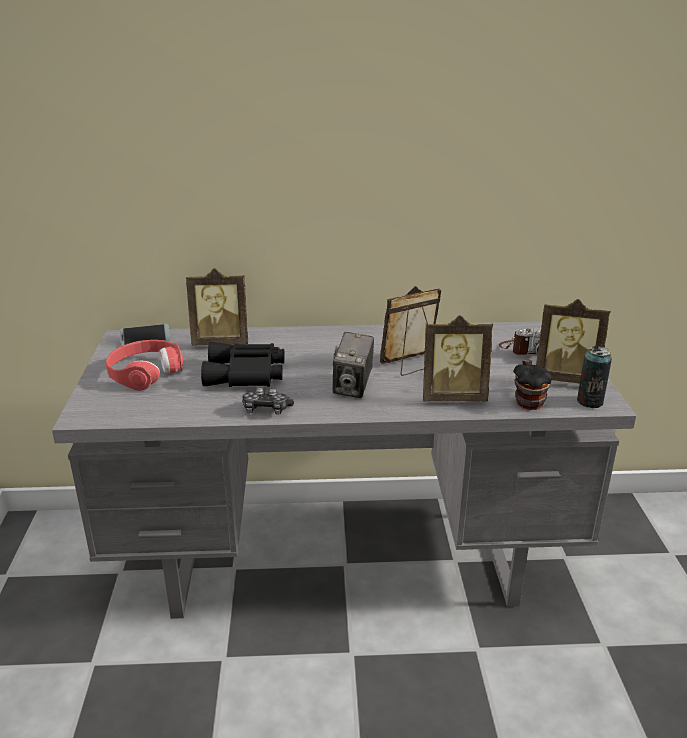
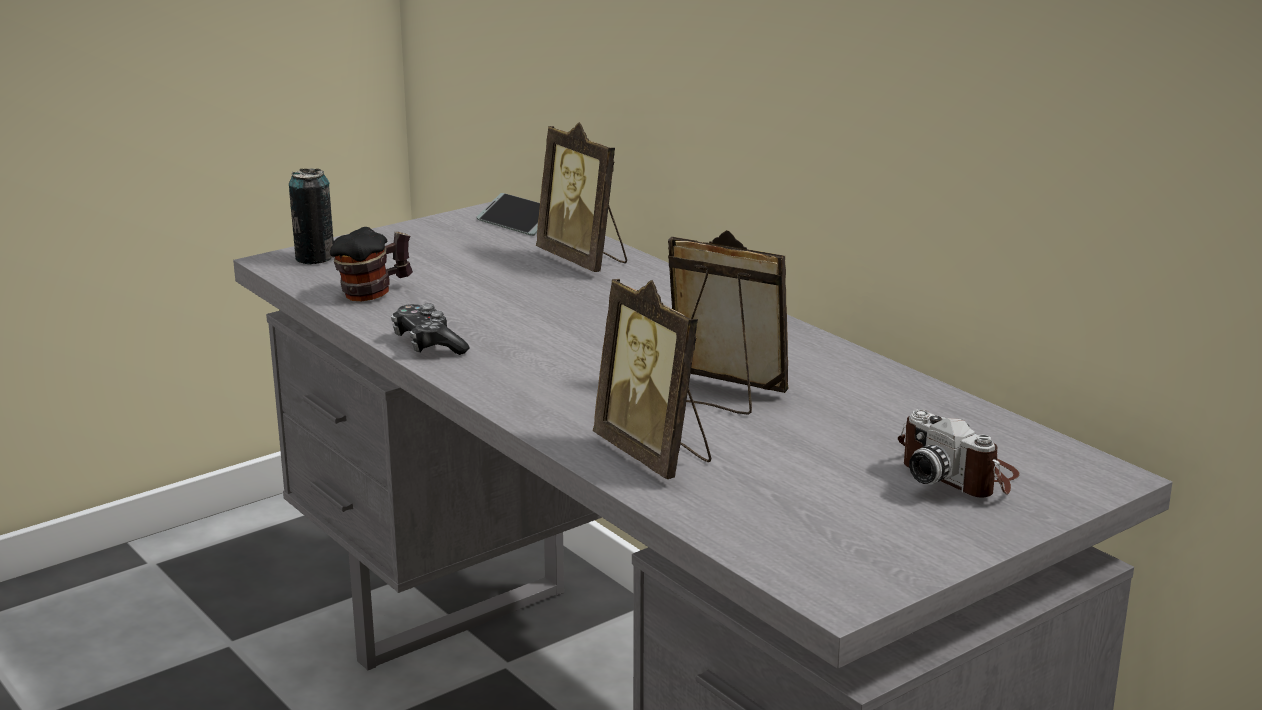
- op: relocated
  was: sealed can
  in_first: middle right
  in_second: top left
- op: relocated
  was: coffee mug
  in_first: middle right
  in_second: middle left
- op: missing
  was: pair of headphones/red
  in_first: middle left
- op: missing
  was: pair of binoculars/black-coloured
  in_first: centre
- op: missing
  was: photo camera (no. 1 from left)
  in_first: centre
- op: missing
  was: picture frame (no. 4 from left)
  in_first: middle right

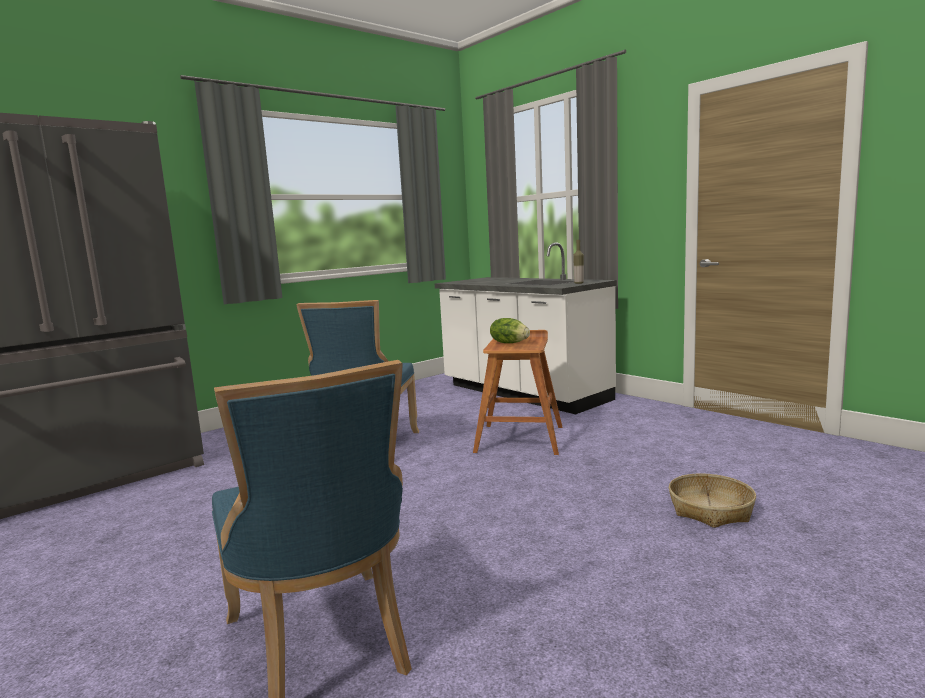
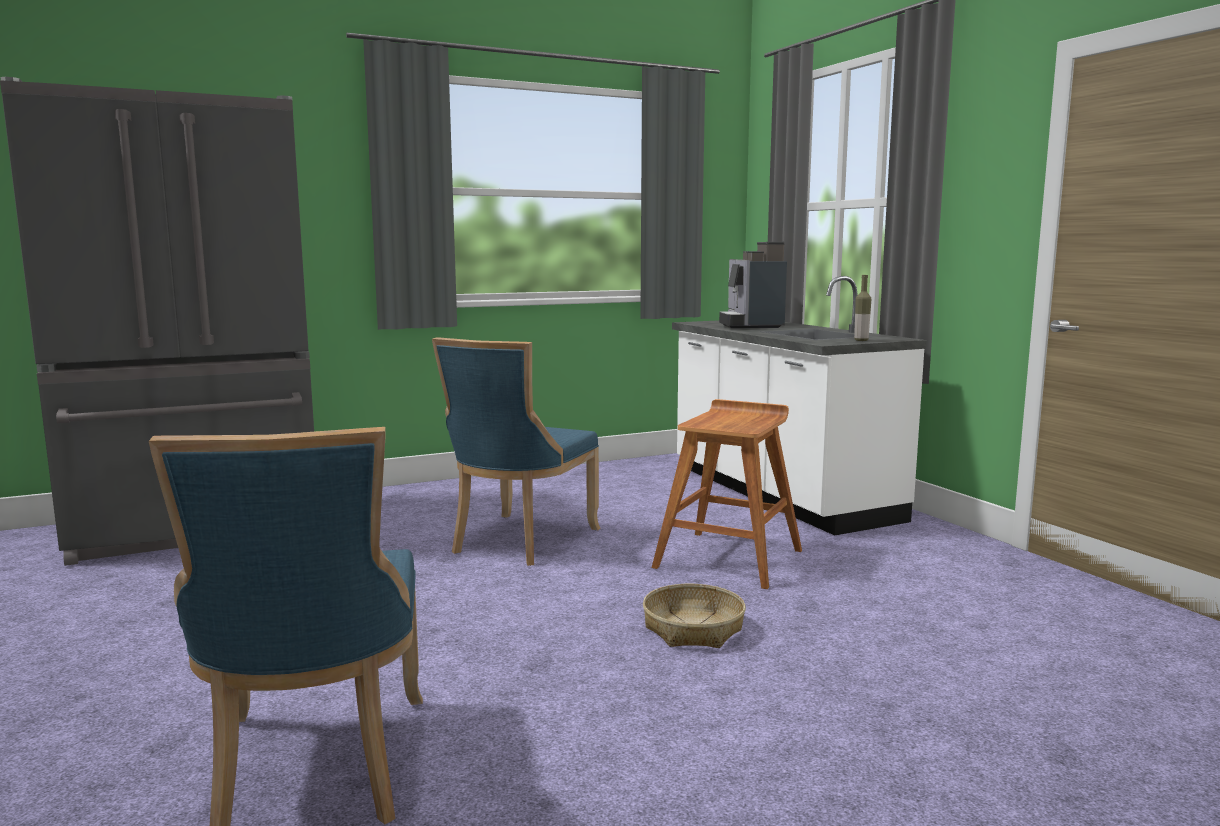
- op: relocated
  was: basket
  in_first: bottom right
  in_second: bottom centre
- op: appeared
  now: coffee machine
  in_second: centre
- op: missing
  was: head of lettuce
  in_first: centre

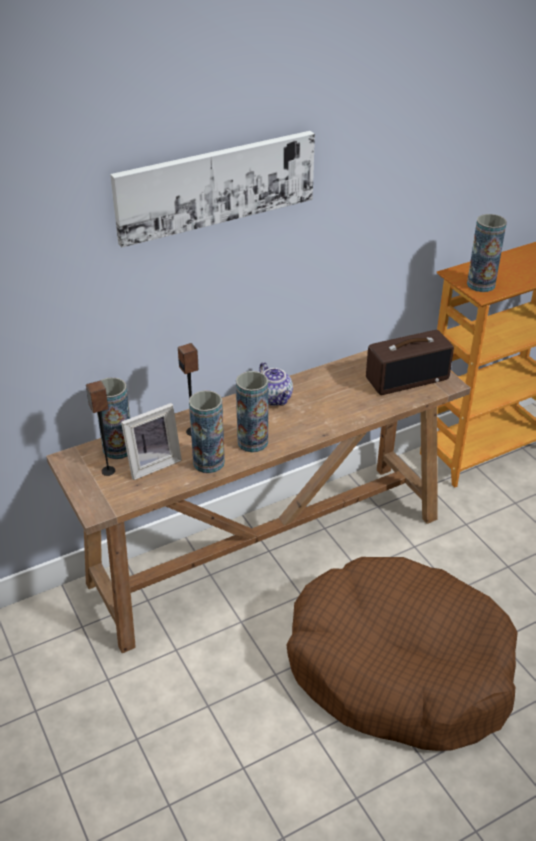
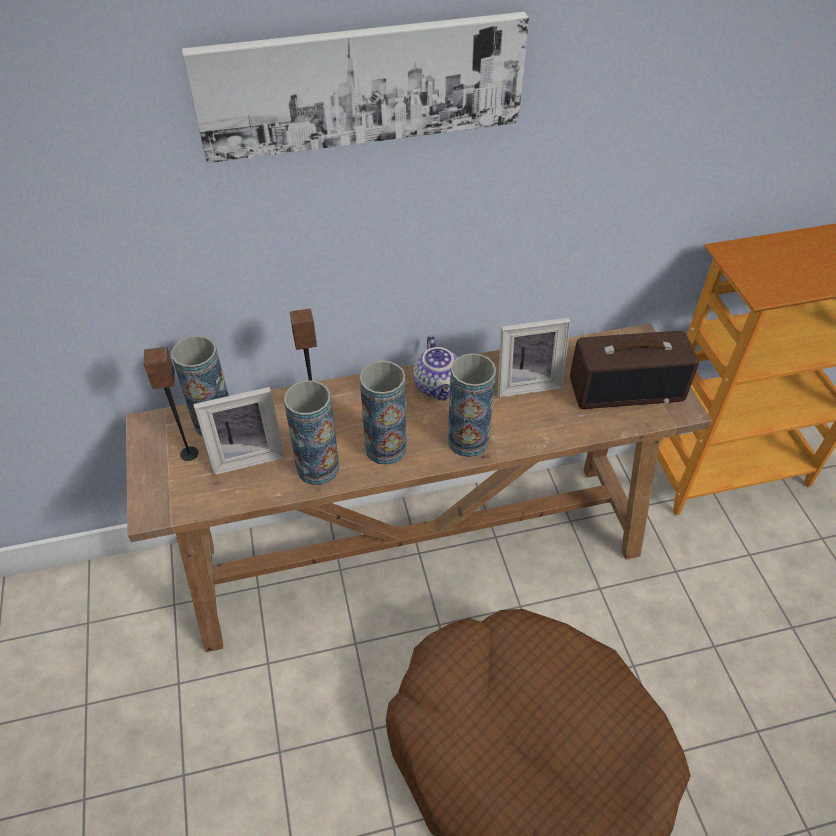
- op: relocated
  was: vase (no. 4 from left)
  in_first: top right
  in_second: centre
- op: appeared
  now: picture frame (no. 2 from left)
  in_second: centre

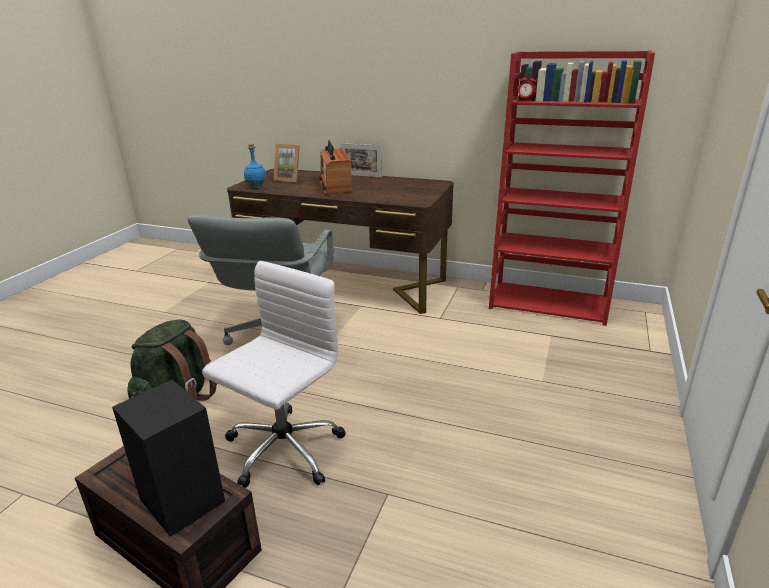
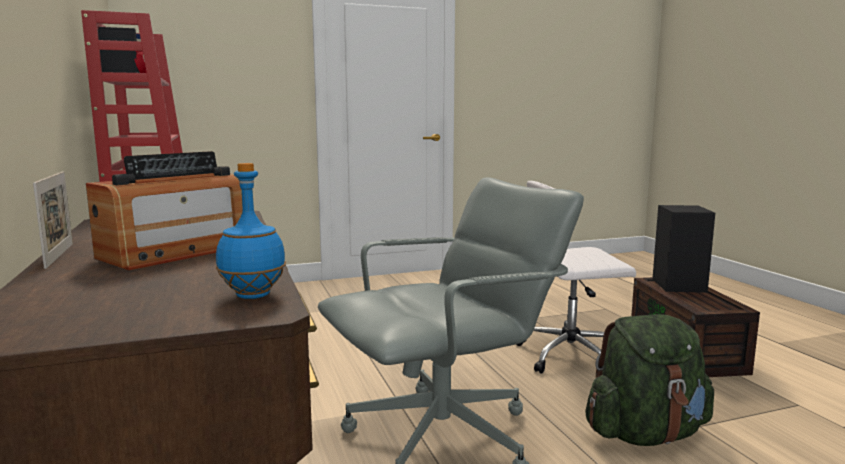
- op: missing
  was: picture frame (no. 1 from left)
  in_first: top centre

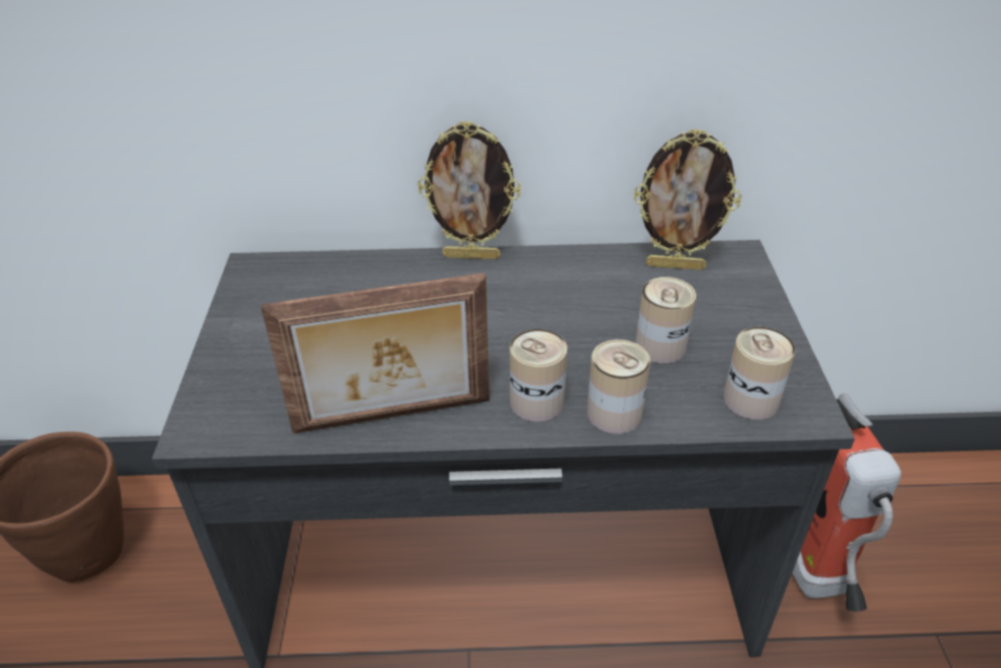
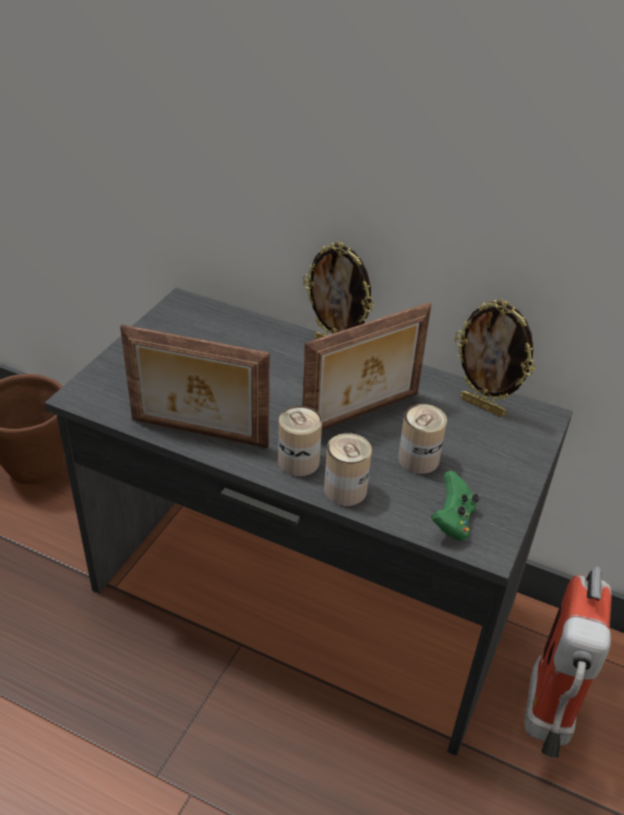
- op: appeared
  now: picture frame (no. 3 from left)
  in_second: centre
- op: exchanged
  was: sealed can (no. 4 from left)
  now: joypad/green
  in_first: middle right
  in_second: middle right

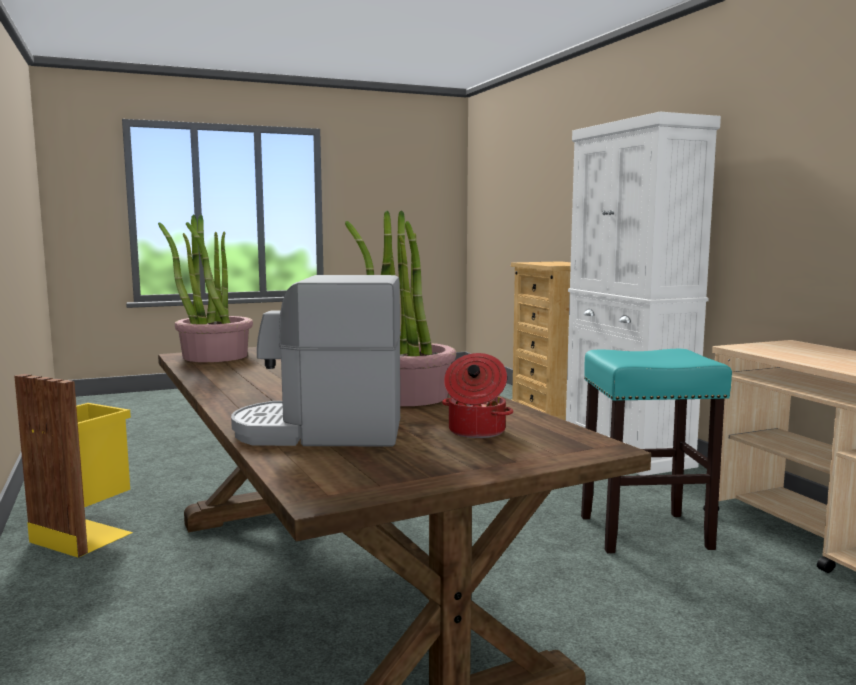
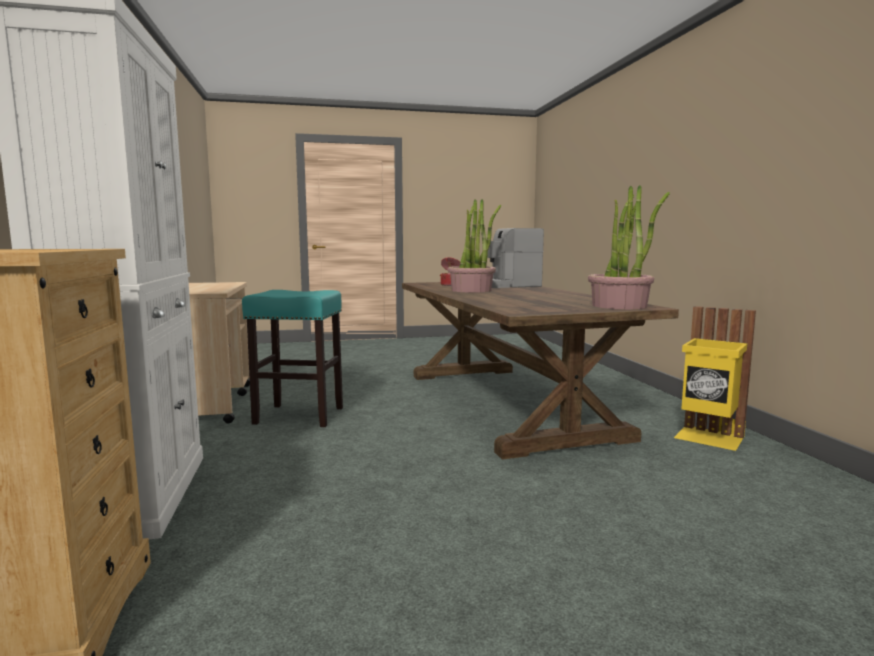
- op: spun
  was: coffee machine
  in_first: centre
  in_second: centre
  clockwise: 150

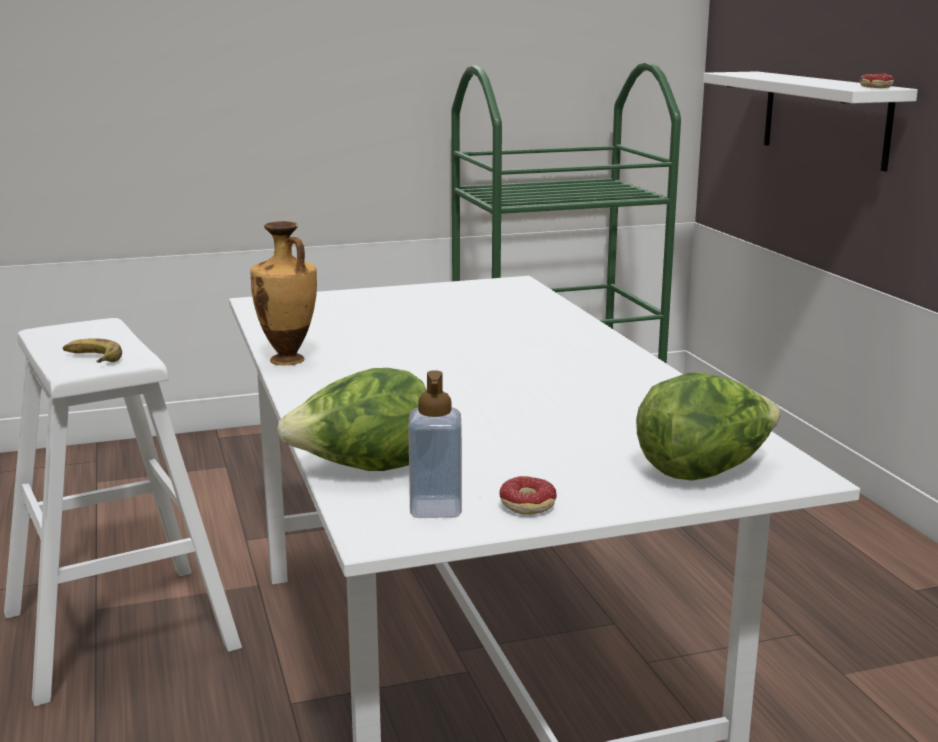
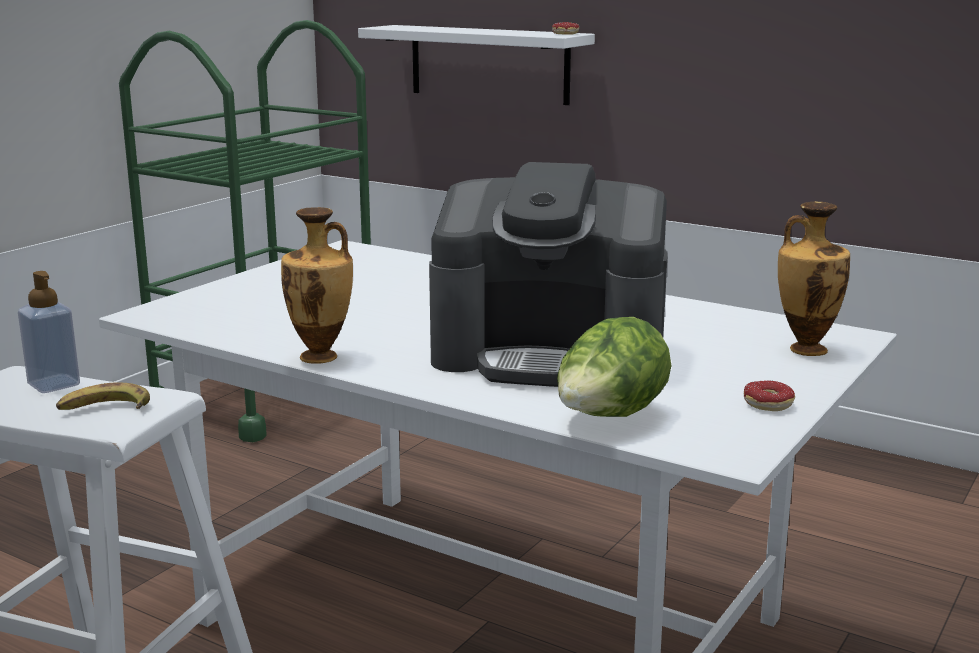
- op: relocated
  was: liquid soap bottle
  in_first: centre
  in_second: middle left
- op: appeared
  now: coffee machine
  in_second: centre
- op: exchanged
  was: head of lettuce (no. 2 from left)
  now: vase (no. 2 from left)
  in_first: middle right
  in_second: middle right

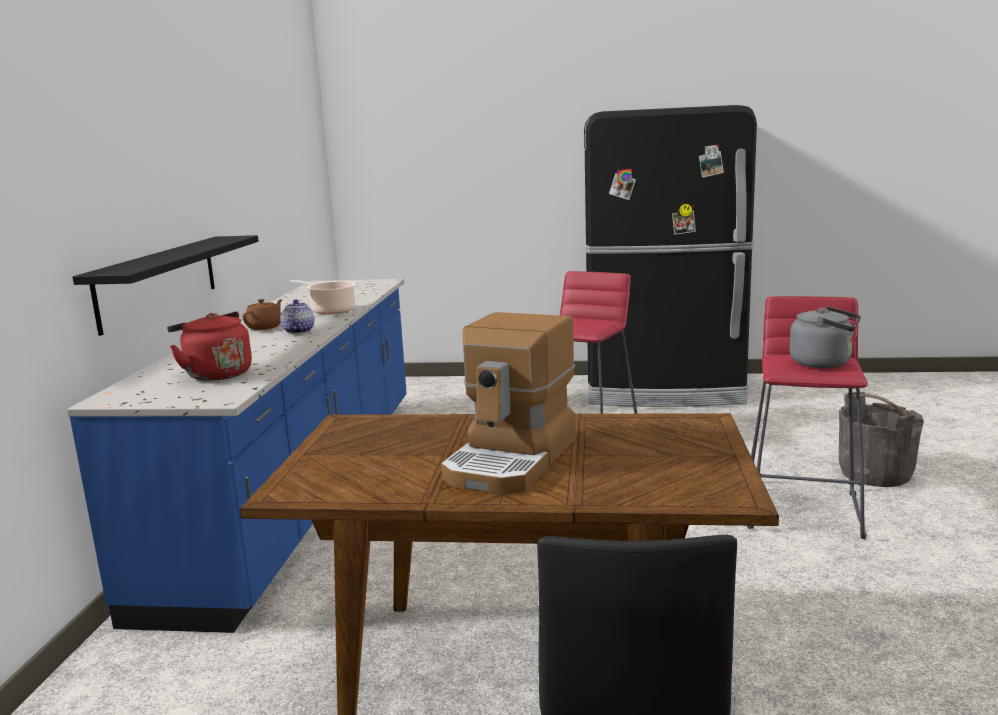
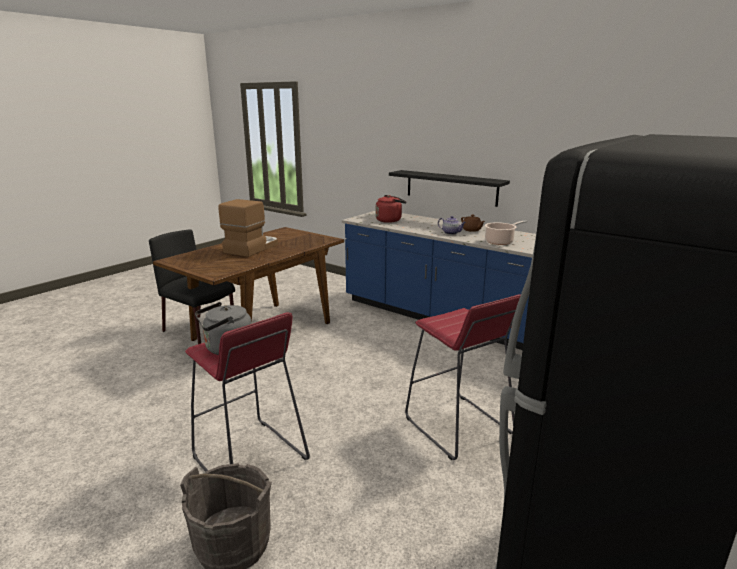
- op: spun
  was: coffee machine
  in_first: centre
  in_second: centre
  clockwise: 60

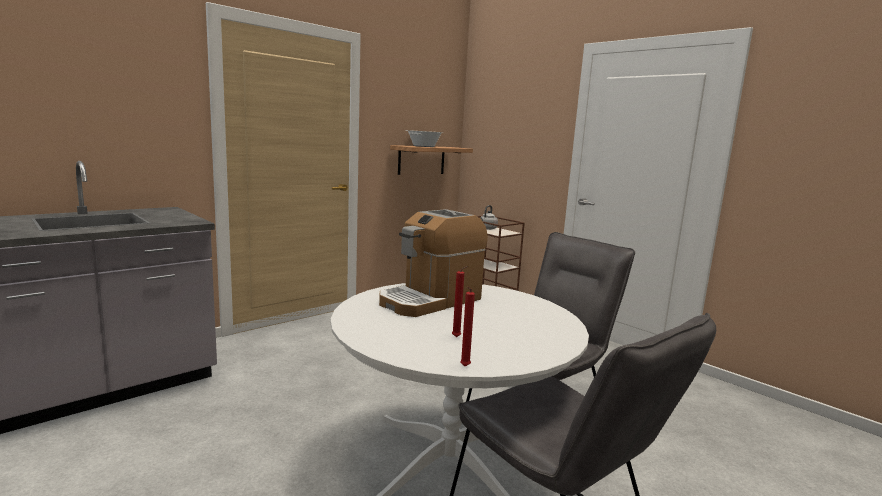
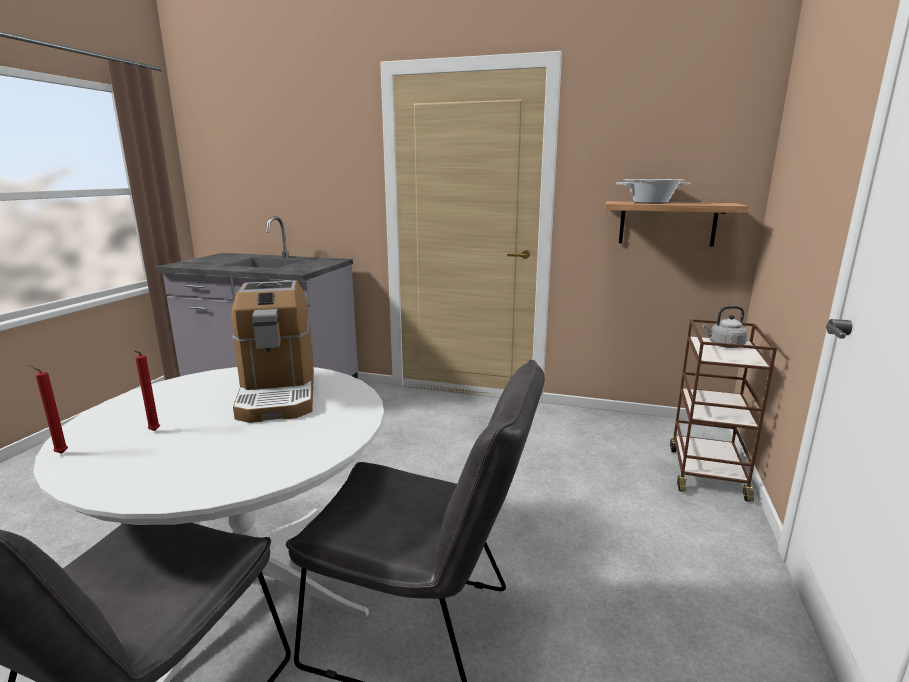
- op: spun
  was: coffee machine
  in_first: centre
  in_second: middle left
  clockwise: -120

